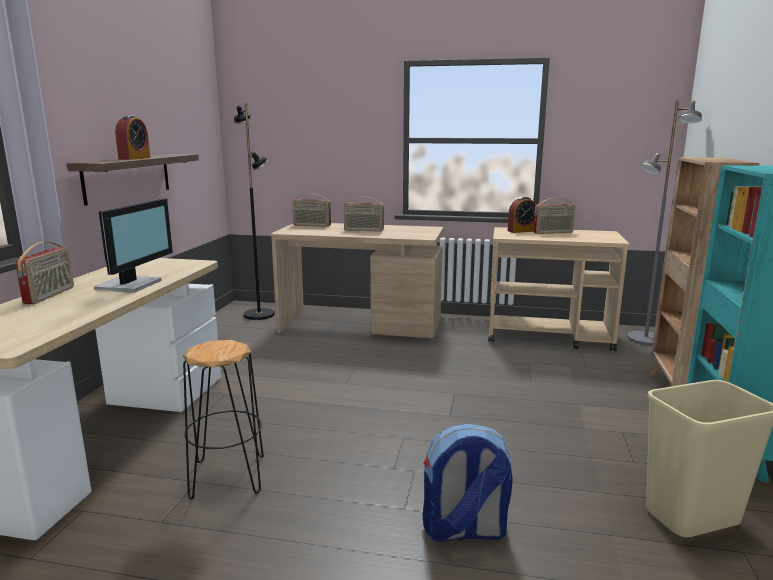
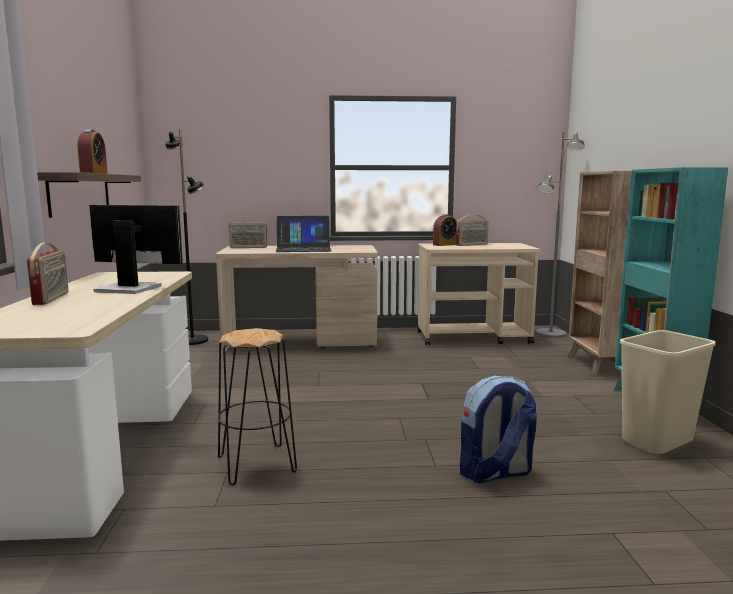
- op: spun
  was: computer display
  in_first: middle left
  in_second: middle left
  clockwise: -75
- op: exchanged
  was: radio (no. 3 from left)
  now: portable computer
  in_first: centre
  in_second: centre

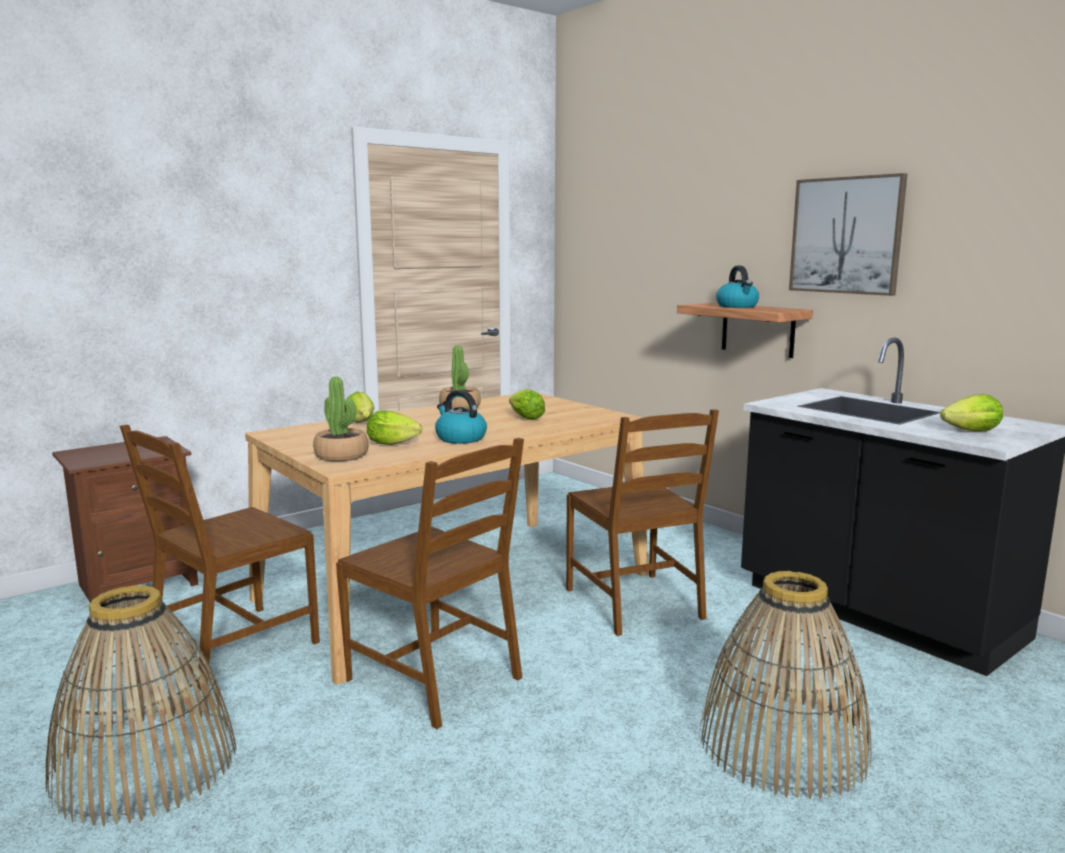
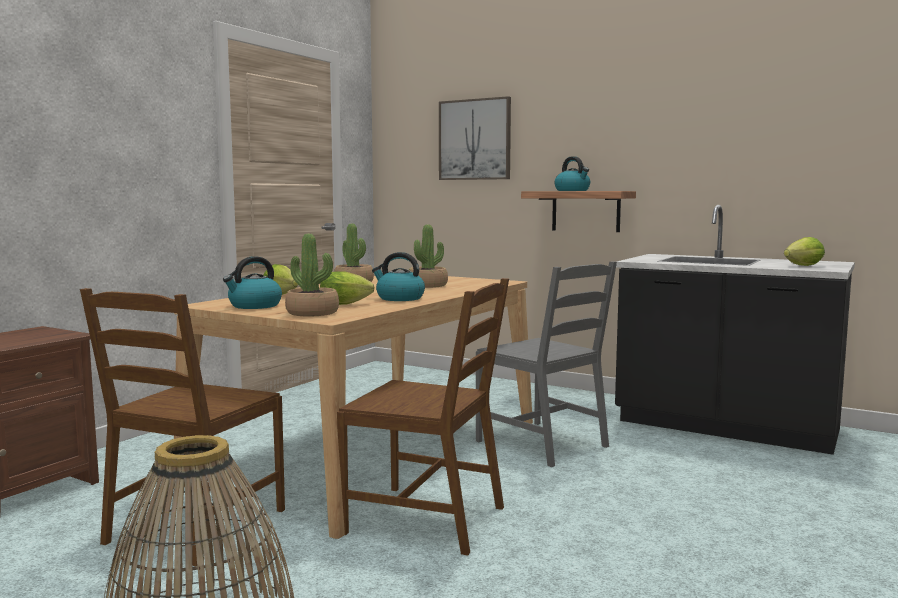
- op: appeared
  now: water kettle (no. 1 from left)
  in_second: middle left
- op: exchanged
  was: head of lettuce (no. 3 from left)
  now: houseplant (no. 3 from left)
  in_first: centre
  in_second: centre
- op: relocated
  was: wall art
  in_first: top right
  in_second: top centre
- op: colour
  was: chair/brownish (no. 3 from left)
  now: chair/gray
  in_first: centre
  in_second: centre
- op: missing
  was: basket (no. 2 from left)
  in_first: bottom right

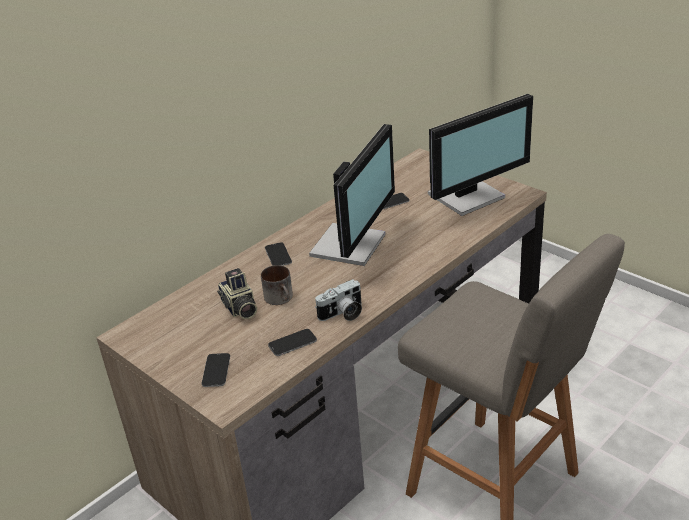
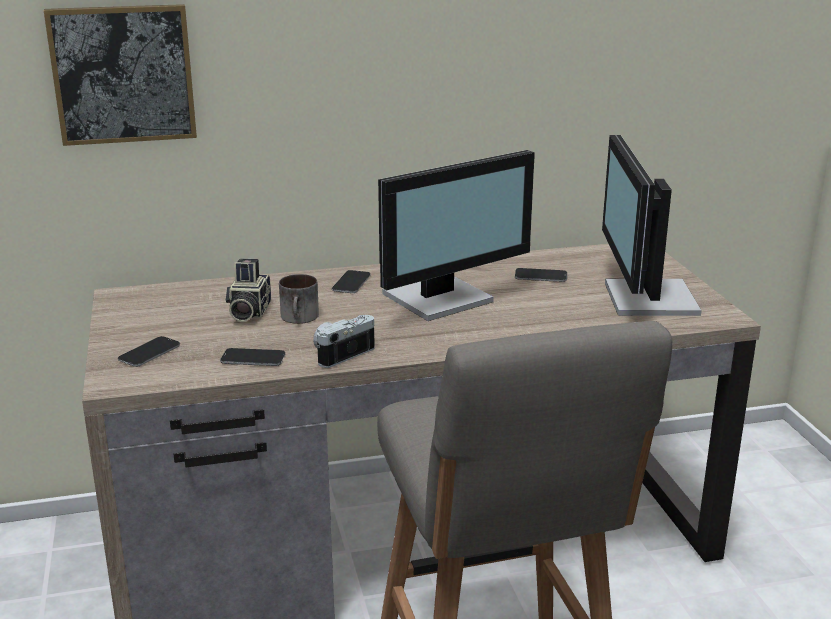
- op: appeared
  now: wall art
  in_second: top left
- op: spun
  was: photo camera (no. 2 from left)
  in_first: centre
  in_second: centre
  clockwise: 135
- op: spun
  was: computer display (no. 2 from left)
  in_first: top right
  in_second: middle right
  clockwise: 90

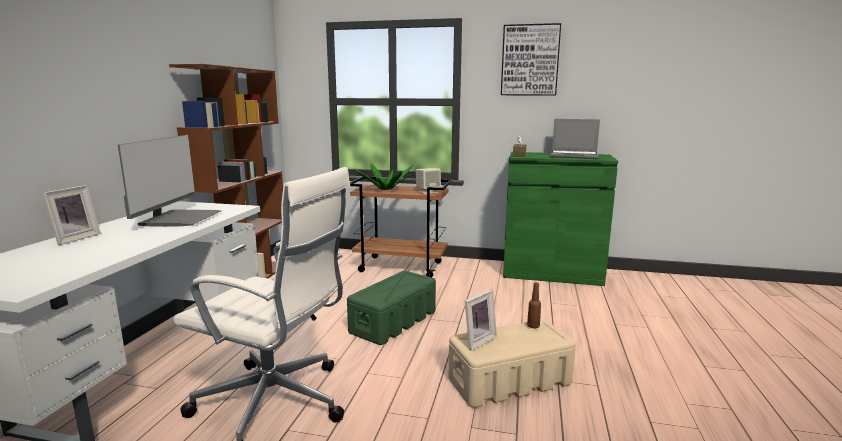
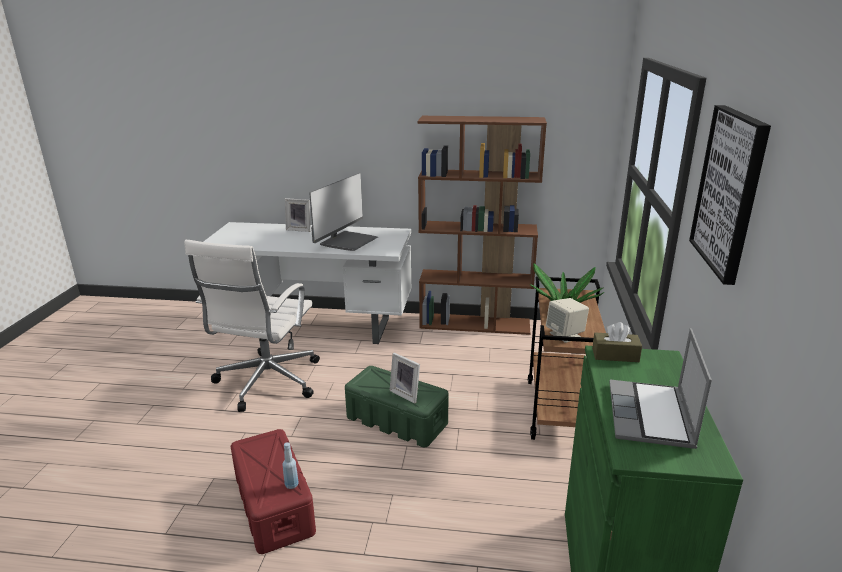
- op: colour
  was: storage bin/beige
  now: storage bin/red
  in_first: bottom centre
  in_second: bottom left
- op: colour
  was: bottle/brownish
  now: bottle/blue
  in_first: bottom centre
  in_second: bottom centre
- op: spun
  was: computer display
  in_first: middle left
  in_second: centre
  clockwise: -60
- op: relocated
  was: picture frame (no. 2 from left)
  in_first: bottom centre
  in_second: centre

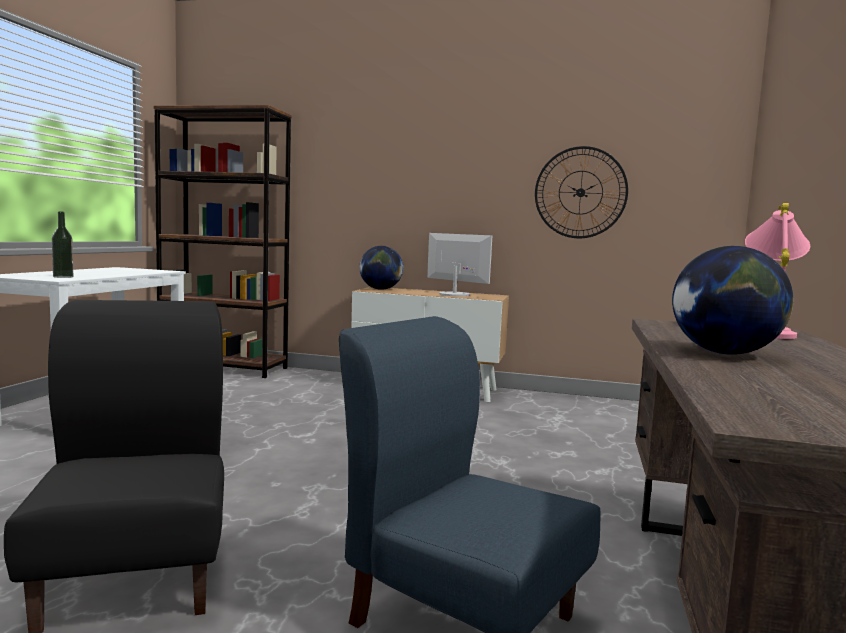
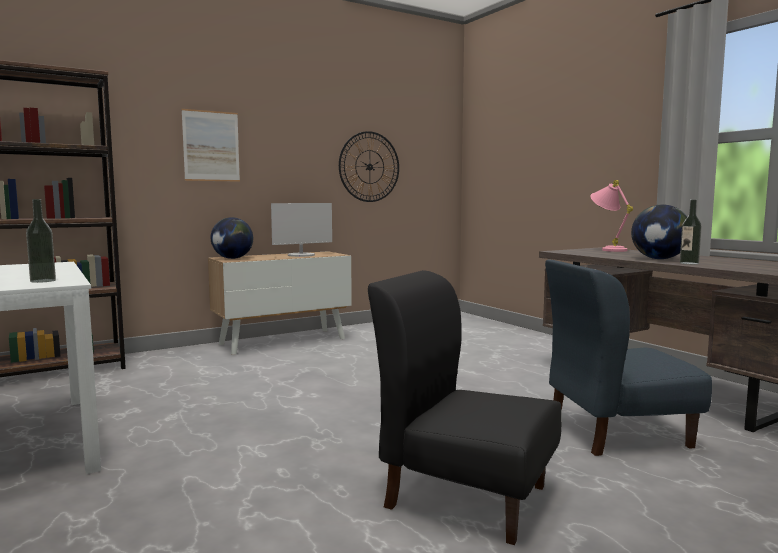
- op: appeared
  now: wall art
  in_second: top left
- op: spun
  was: computer display
  in_first: centre
  in_second: centre
  clockwise: 150
- op: appeared
  now: bottle (no. 2 from left)
  in_second: middle right

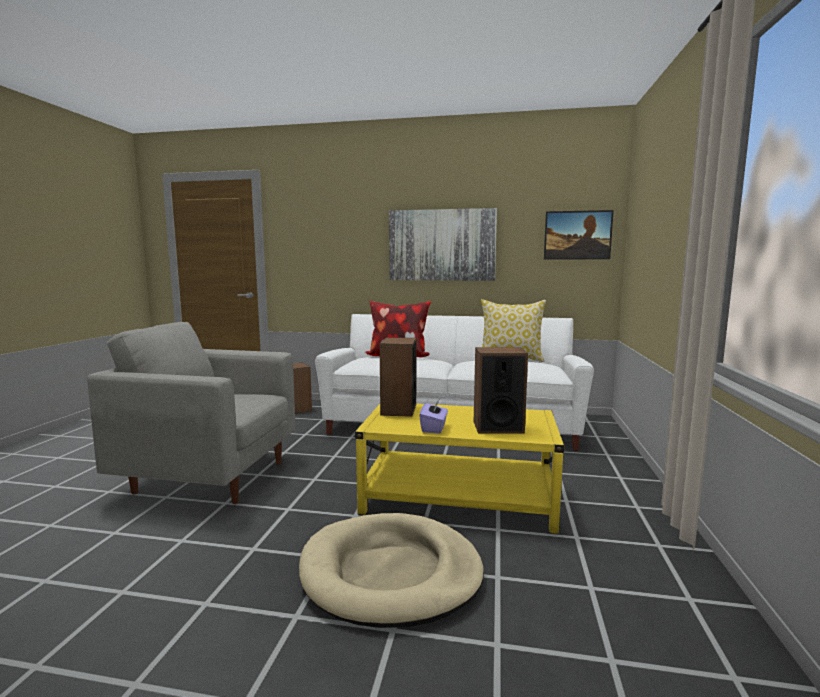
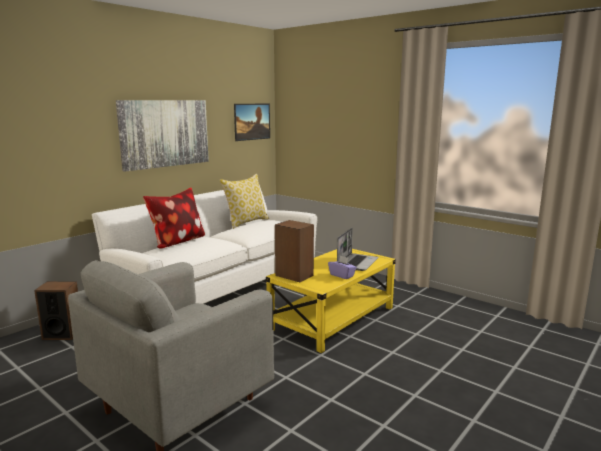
- op: exchanged
  was: audio speaker (no. 3 from left)
  now: portable computer
  in_first: centre
  in_second: centre
- op: missing
  was: pet bed/beige
  in_first: bottom centre

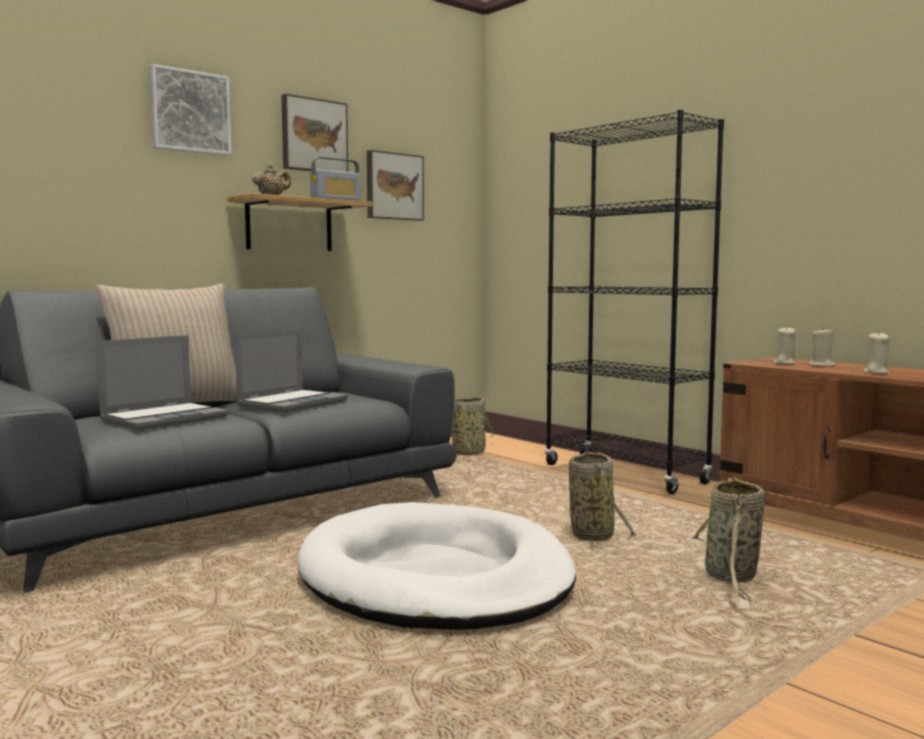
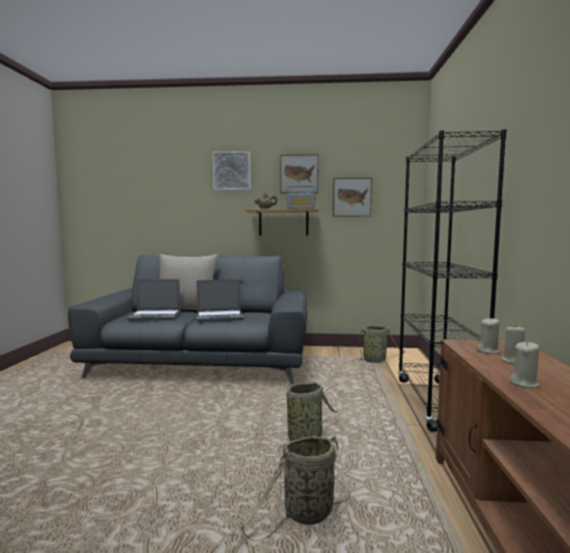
- op: missing
  was: pet bed/whitish
  in_first: bottom centre

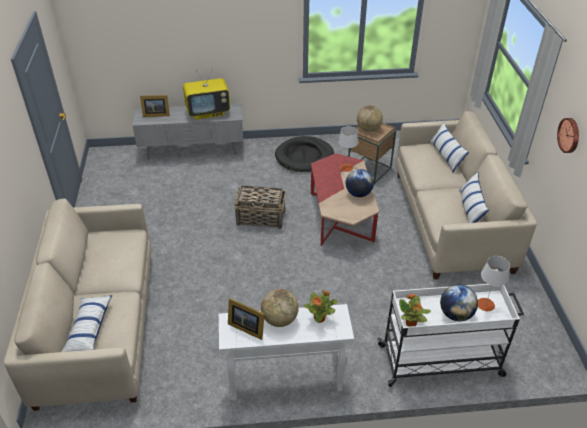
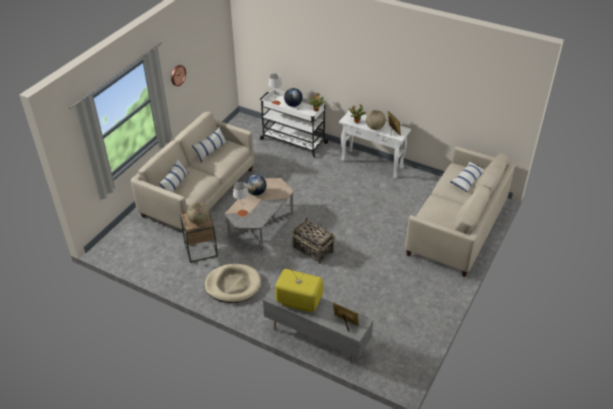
- op: colour
  was: pet bed/black-coloured
  now: pet bed/beige
  in_first: centre
  in_second: bottom centre
- op: colour
  was: low table/red
  now: low table/gray
  in_first: centre
  in_second: centre

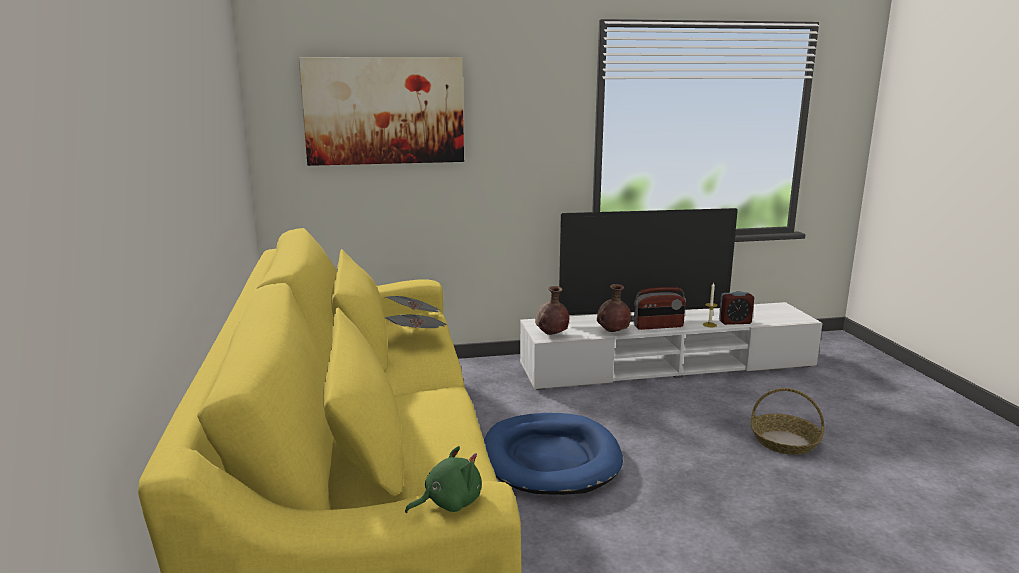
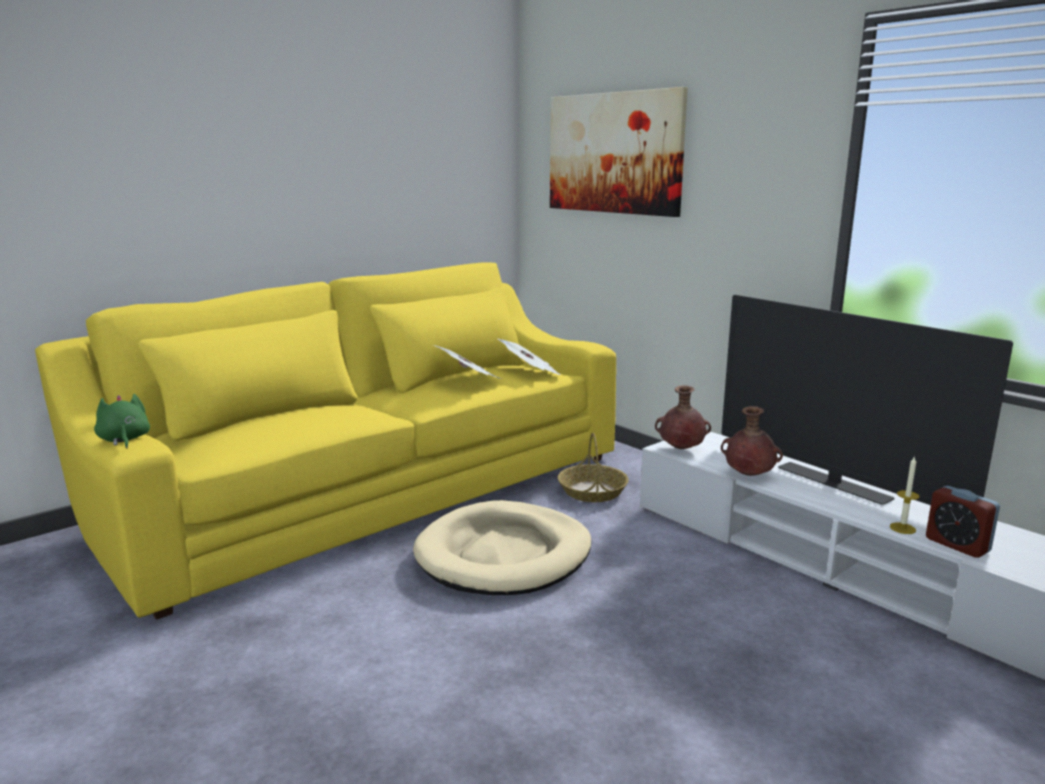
- op: spun
  was: soft toy/green
  in_first: bottom centre
  in_second: middle left
  clockwise: -150
- op: colour
  was: pet bed/blue
  now: pet bed/beige
  in_first: bottom centre
  in_second: bottom centre
- op: relocated
  was: basket
  in_first: bottom right
  in_second: centre
- op: missing
  was: radio
  in_first: centre

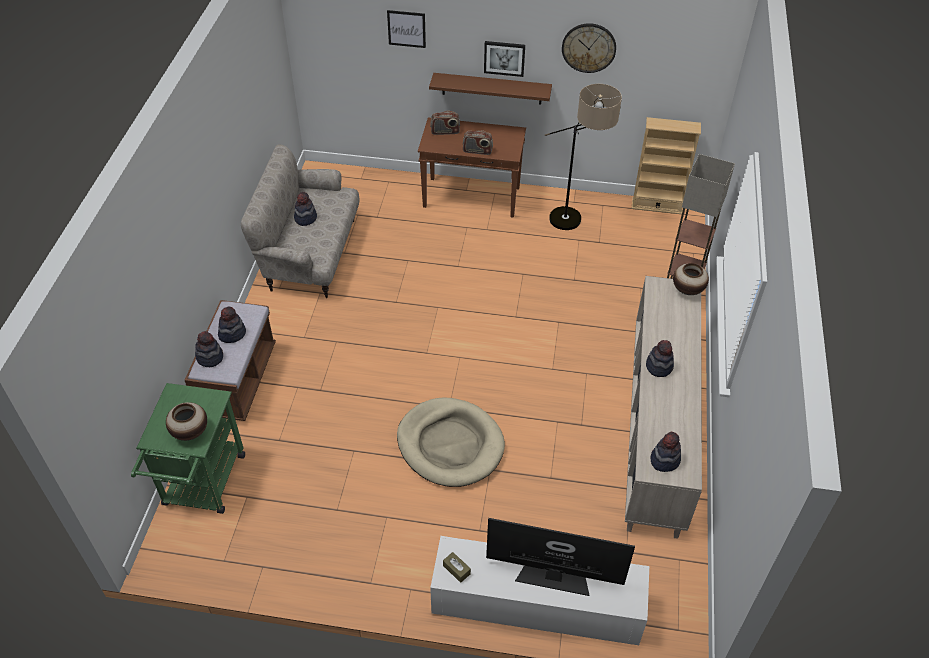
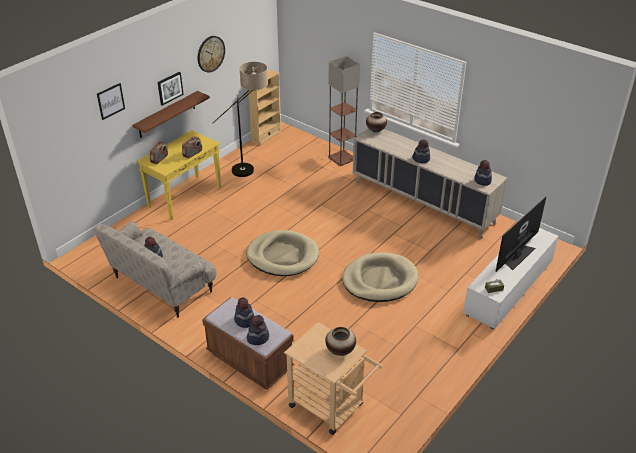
- op: colour
  was: hall table/brownish
  now: hall table/yellow
  in_first: top centre
  in_second: middle left
- op: appeared
  now: pet bed/beige (no. 1 from left)
  in_second: centre
- op: colour
  was: cart/green
  now: cart/beige
  in_first: bottom left
  in_second: bottom centre

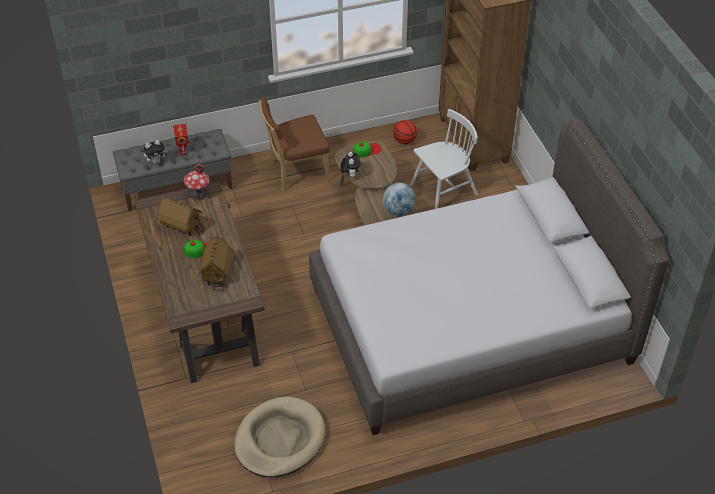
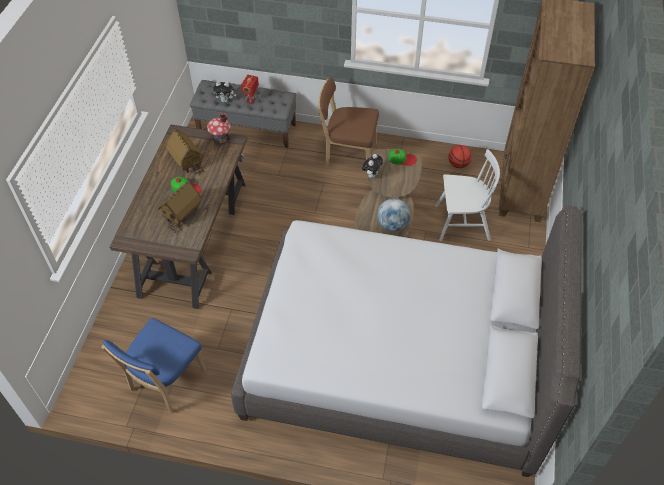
- op: exchanged
  was: pet bed/beige
  now: chair/blue
  in_first: bottom centre
  in_second: bottom left

